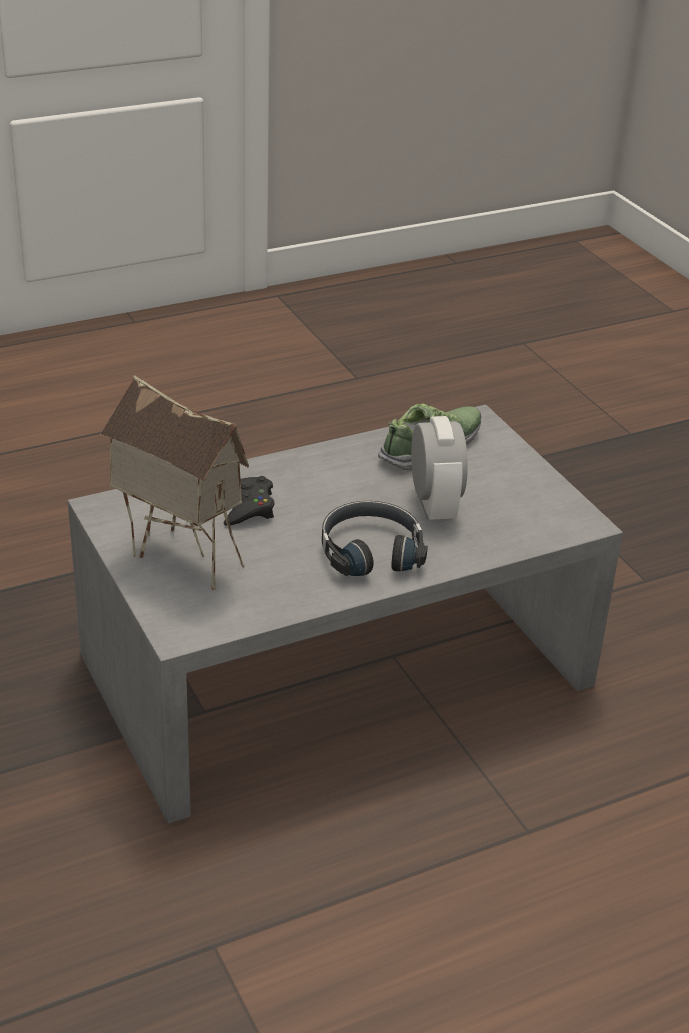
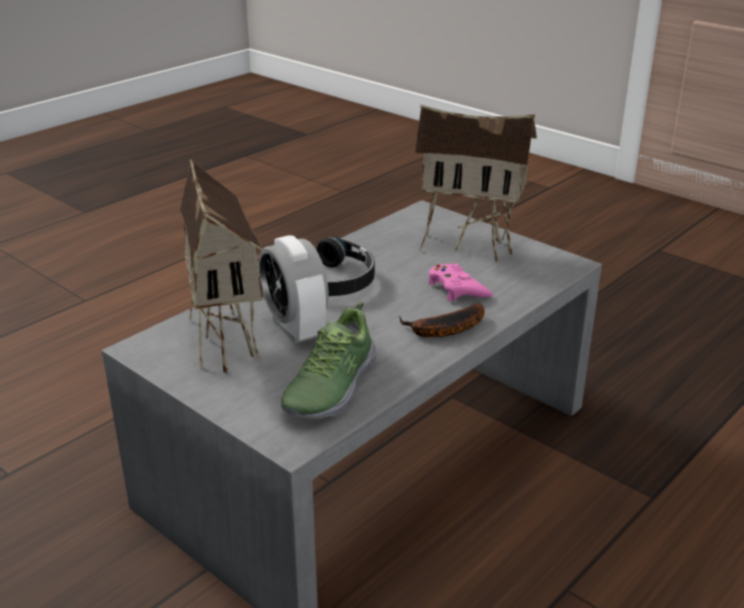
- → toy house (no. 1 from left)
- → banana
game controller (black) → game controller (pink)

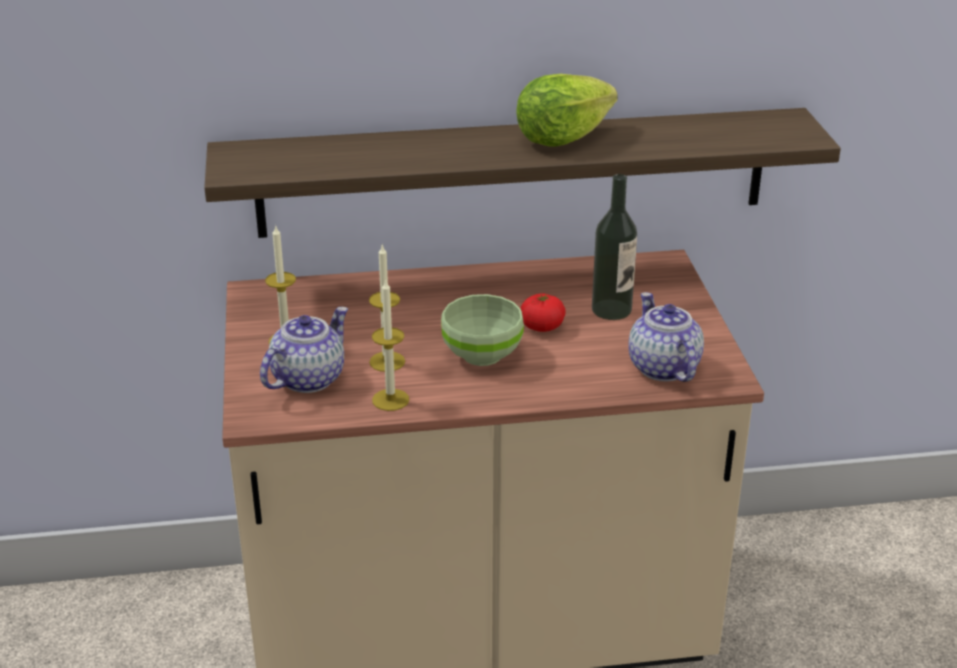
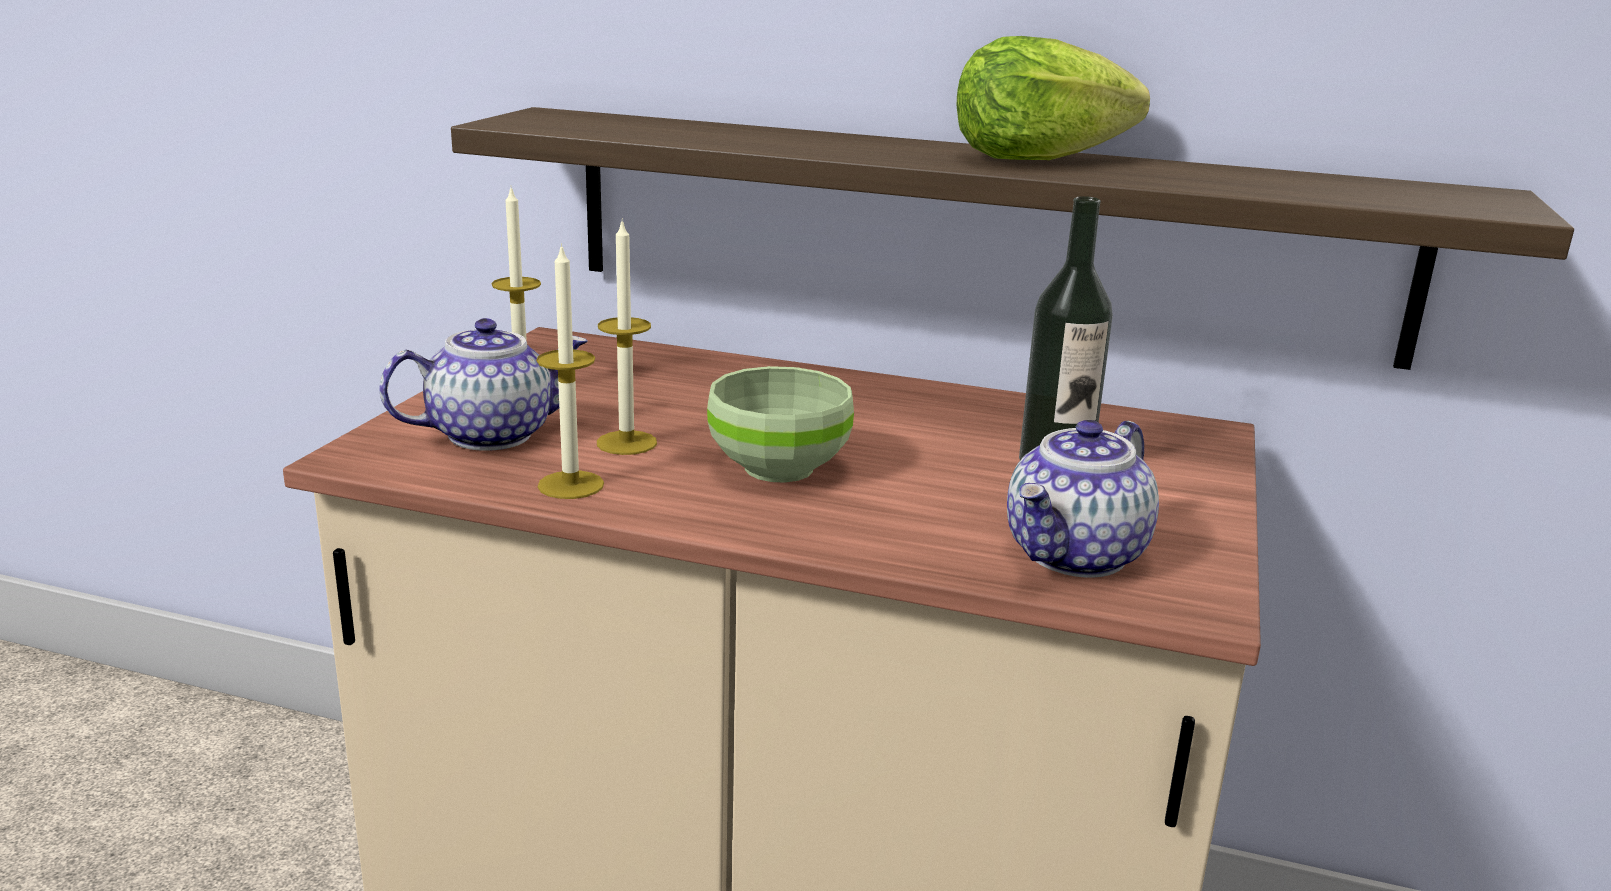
teapot (no. 2 from left), 150 degrees counterclockwise
tomato → -

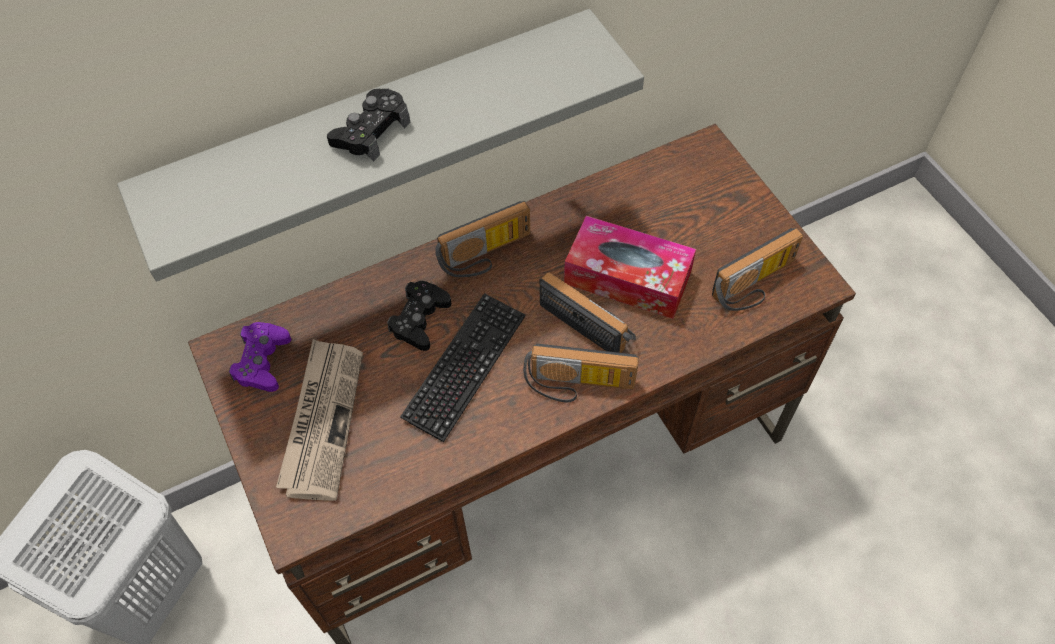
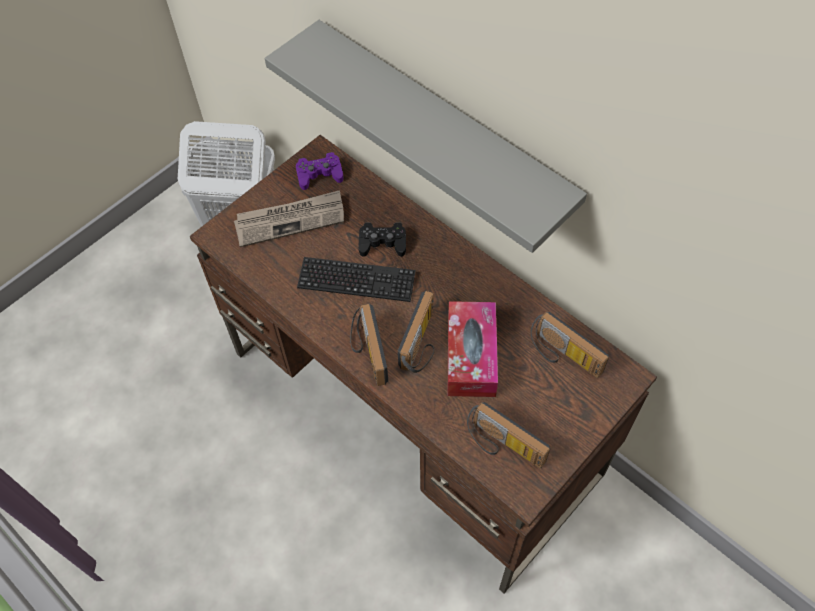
radio (no. 1 from left in the first image) → radio (no. 4 from left), shifted
game controller (black) (no. 1 from left) → -

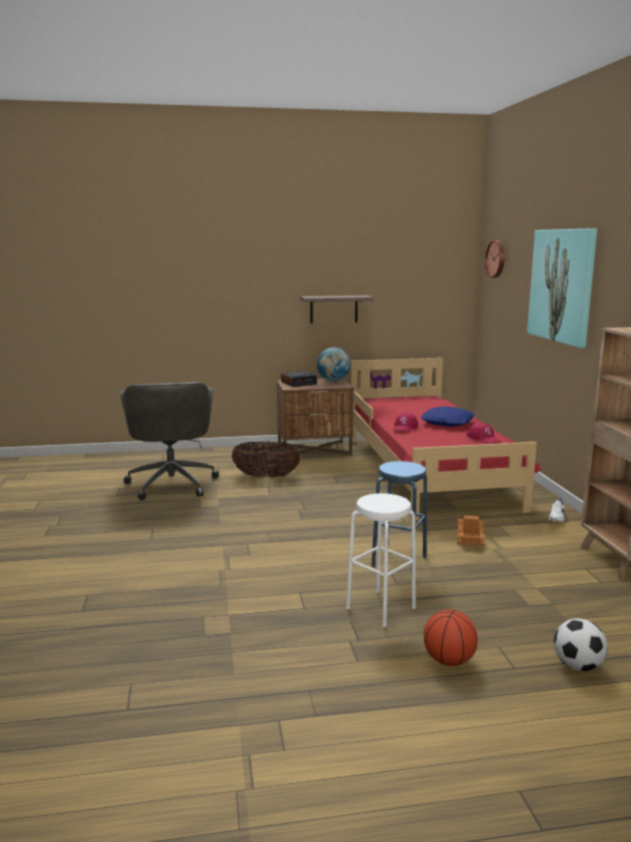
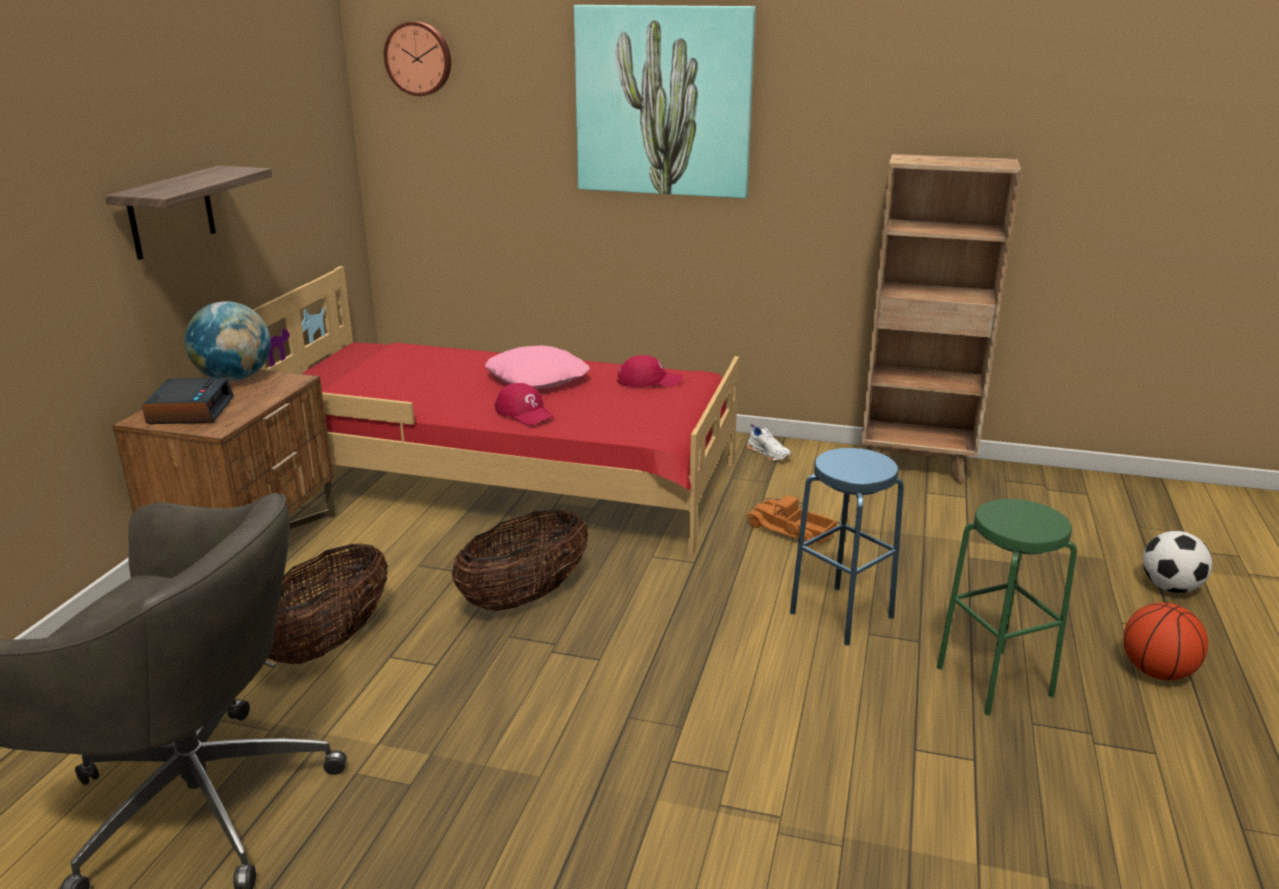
- → basket (no. 2 from left)
pillow (blue) → pillow (pink)
stool (white) → stool (green)

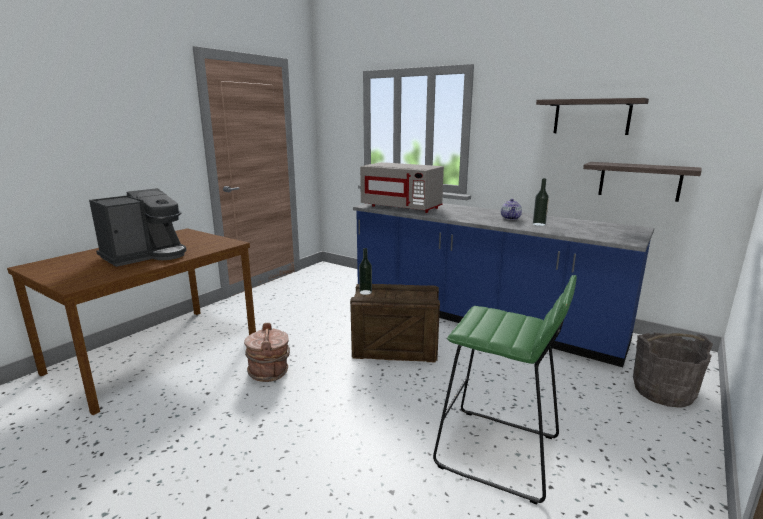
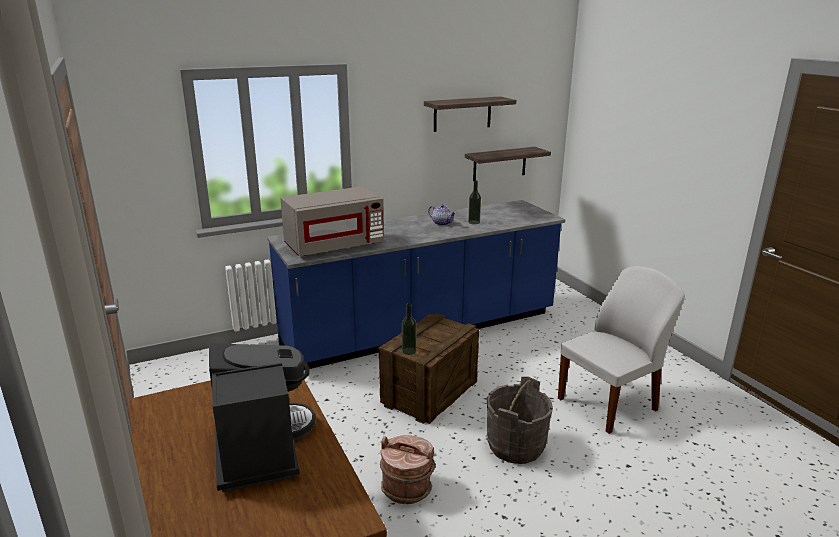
bucket (grey), shifted
stool (green) → chair (white)

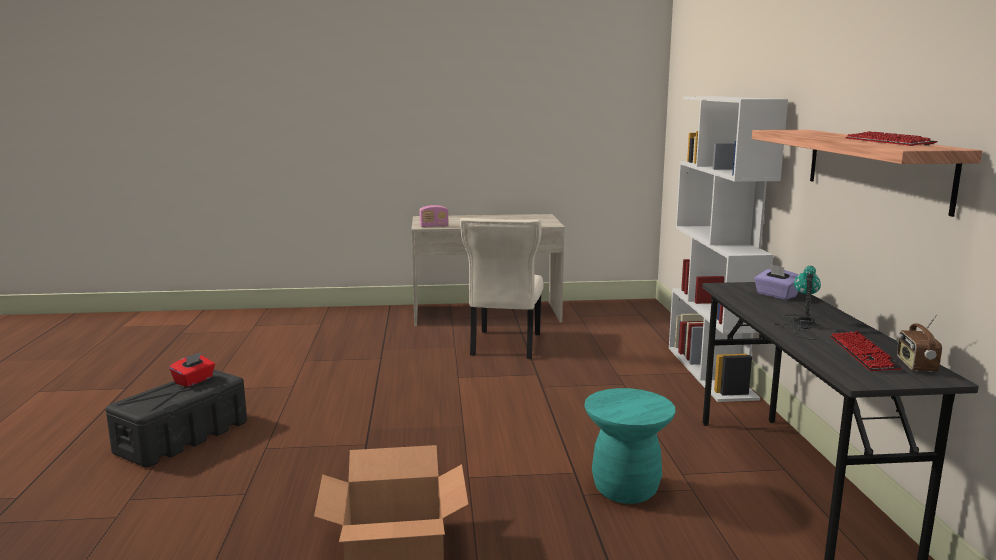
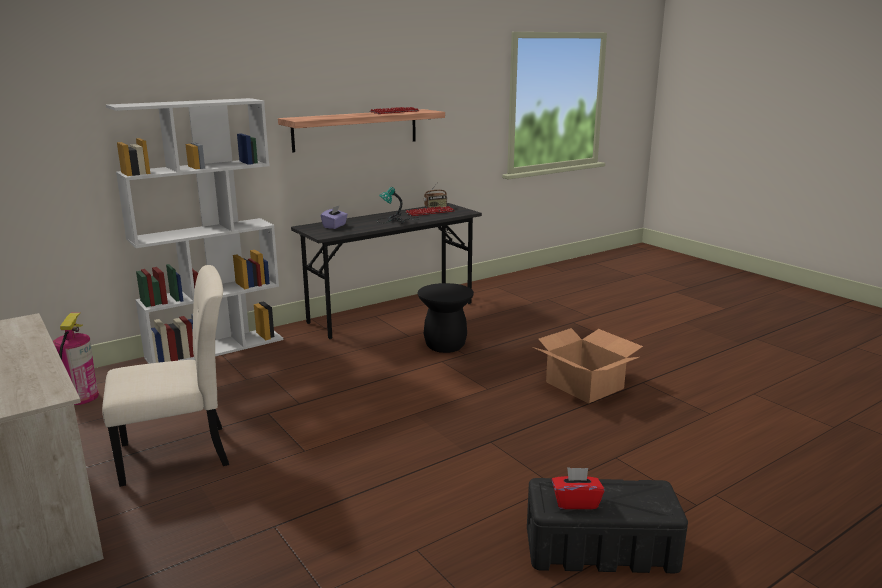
- → fire extinguisher
stool (turquoise) → stool (black)
radio (no. 1 from left) → -

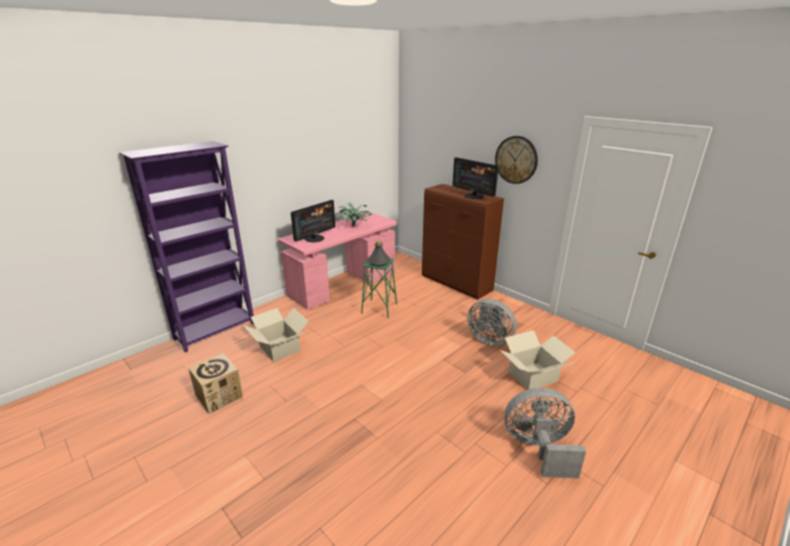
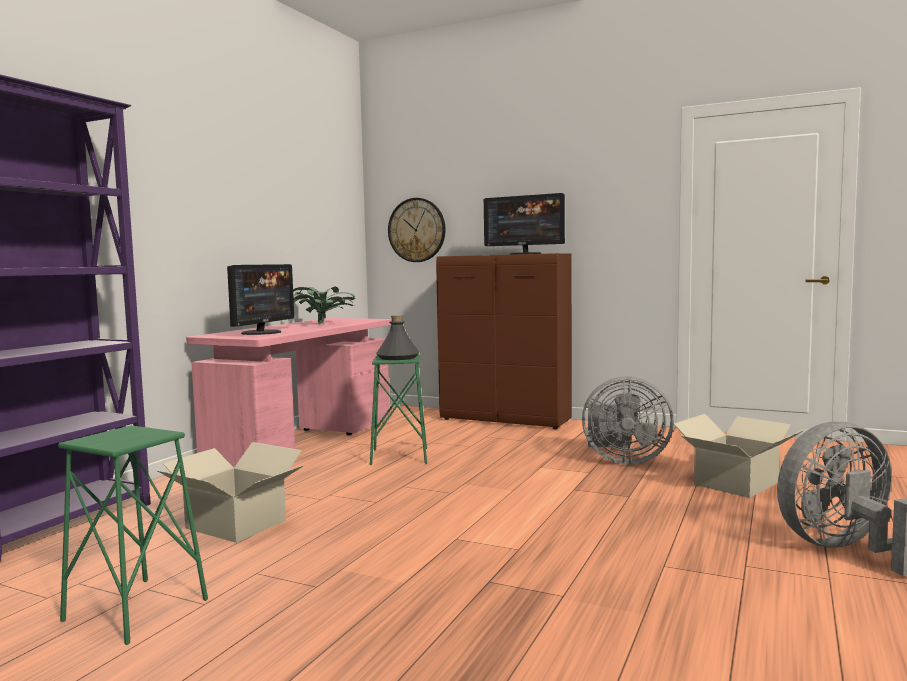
cardboard box (no. 1 from left) → stool (green) (no. 1 from left)
wall clock, shifted

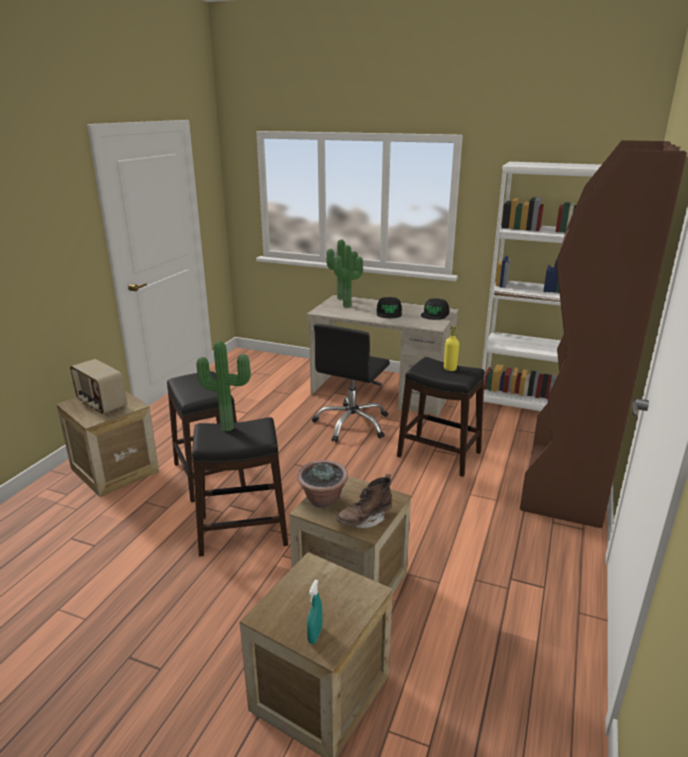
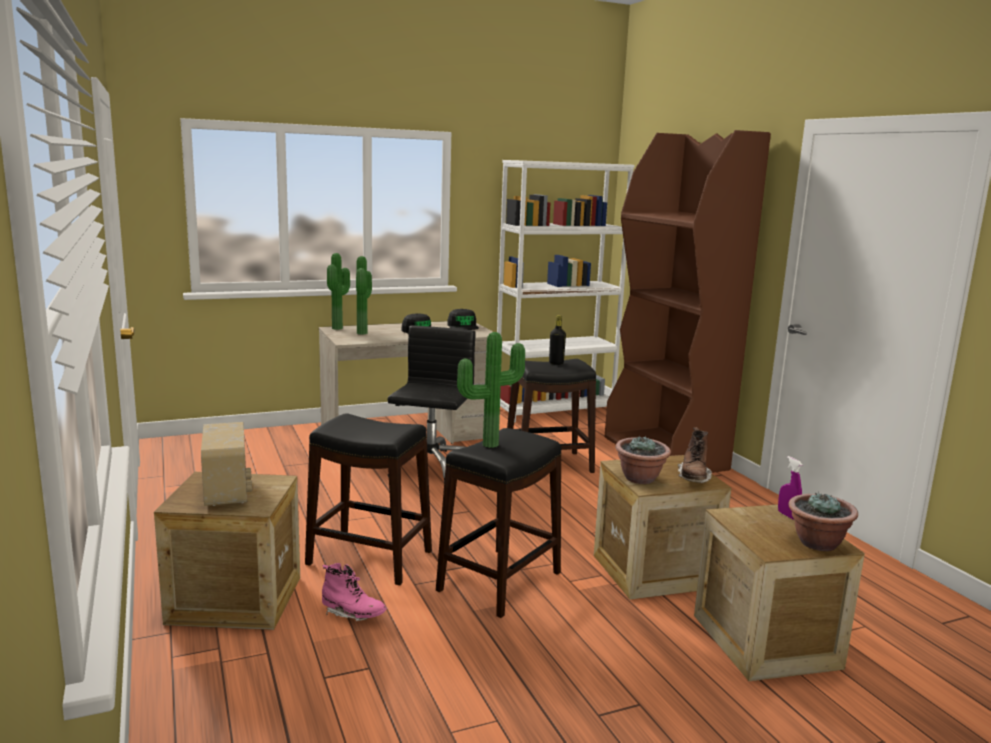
radio, 105 degrees counterclockwise
- → boot (pink)
office chair (black), 150 degrees counterclockwise
bottle (yellow) → bottle (black)
- → spray bottle (purple)
spray bottle (turquoise) → potted plant (no. 5 from left)

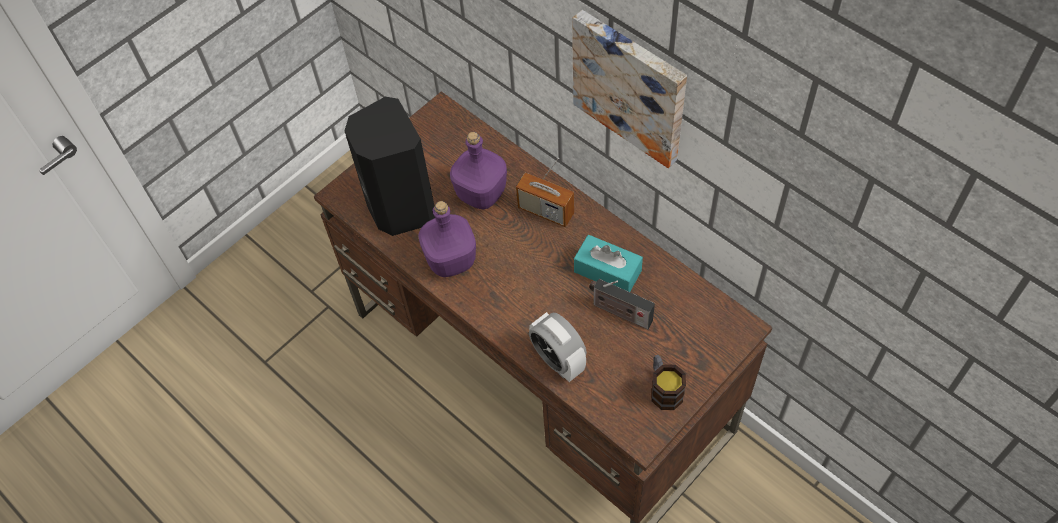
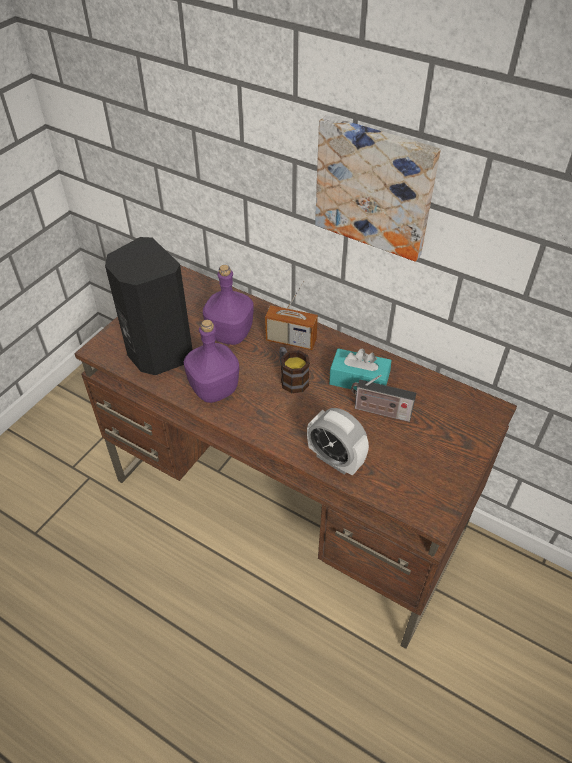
mug, shifted

